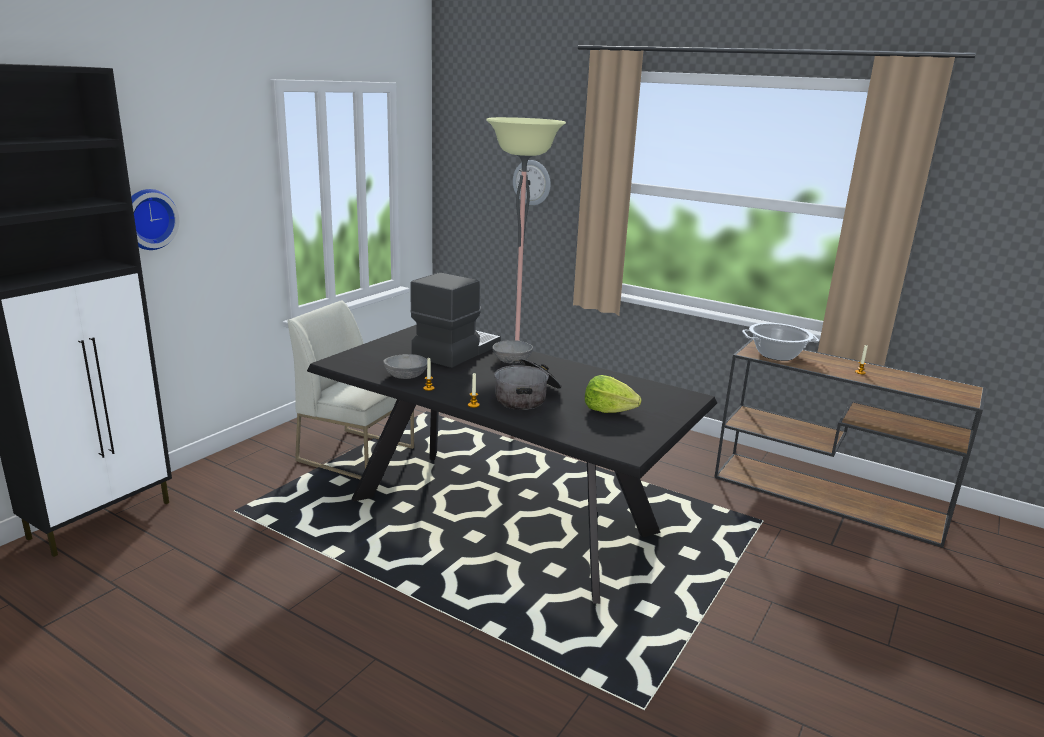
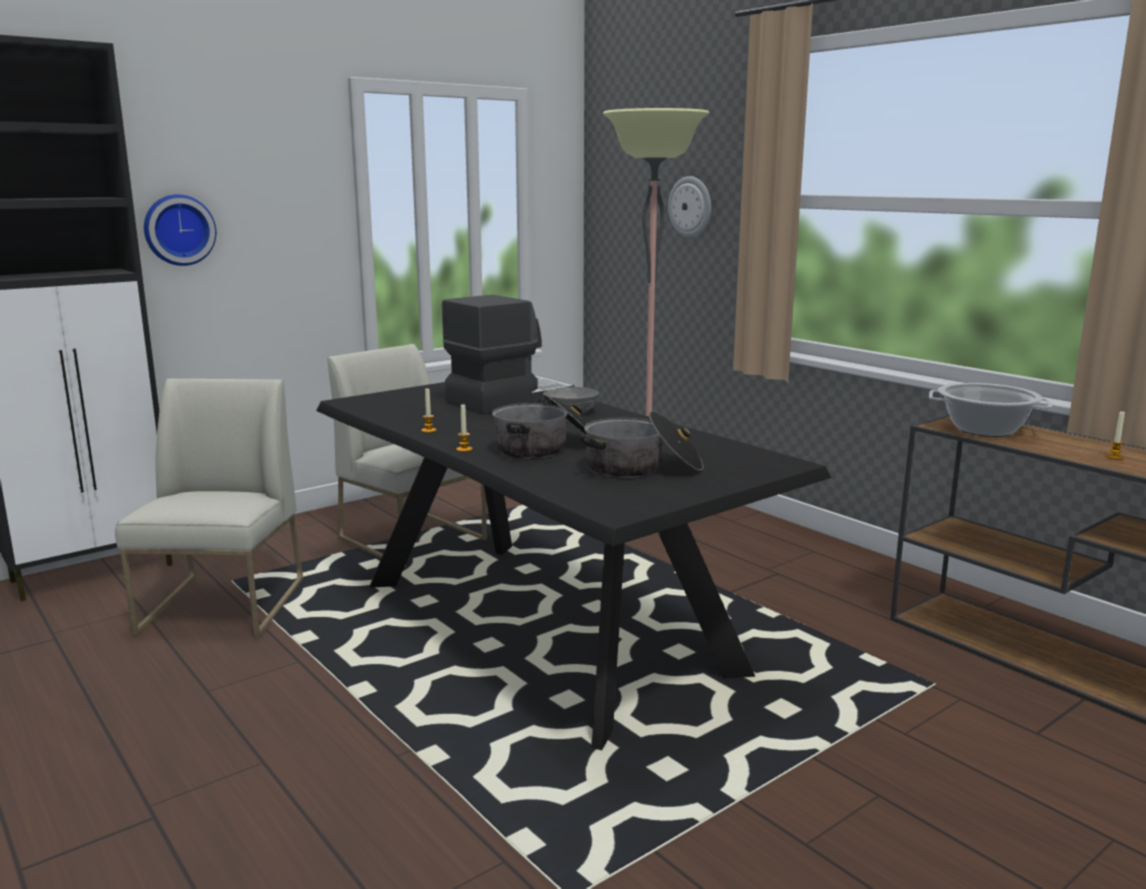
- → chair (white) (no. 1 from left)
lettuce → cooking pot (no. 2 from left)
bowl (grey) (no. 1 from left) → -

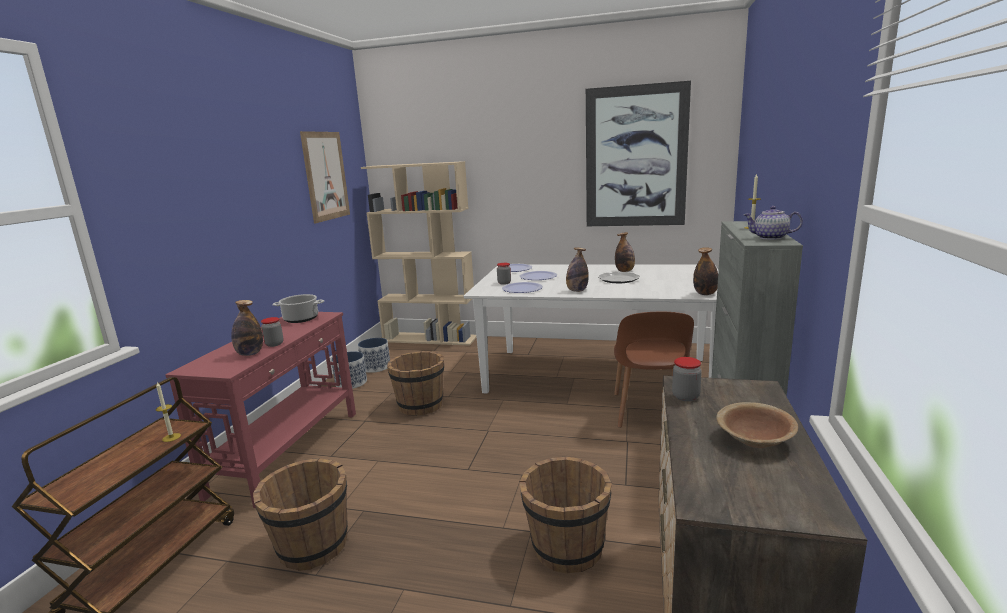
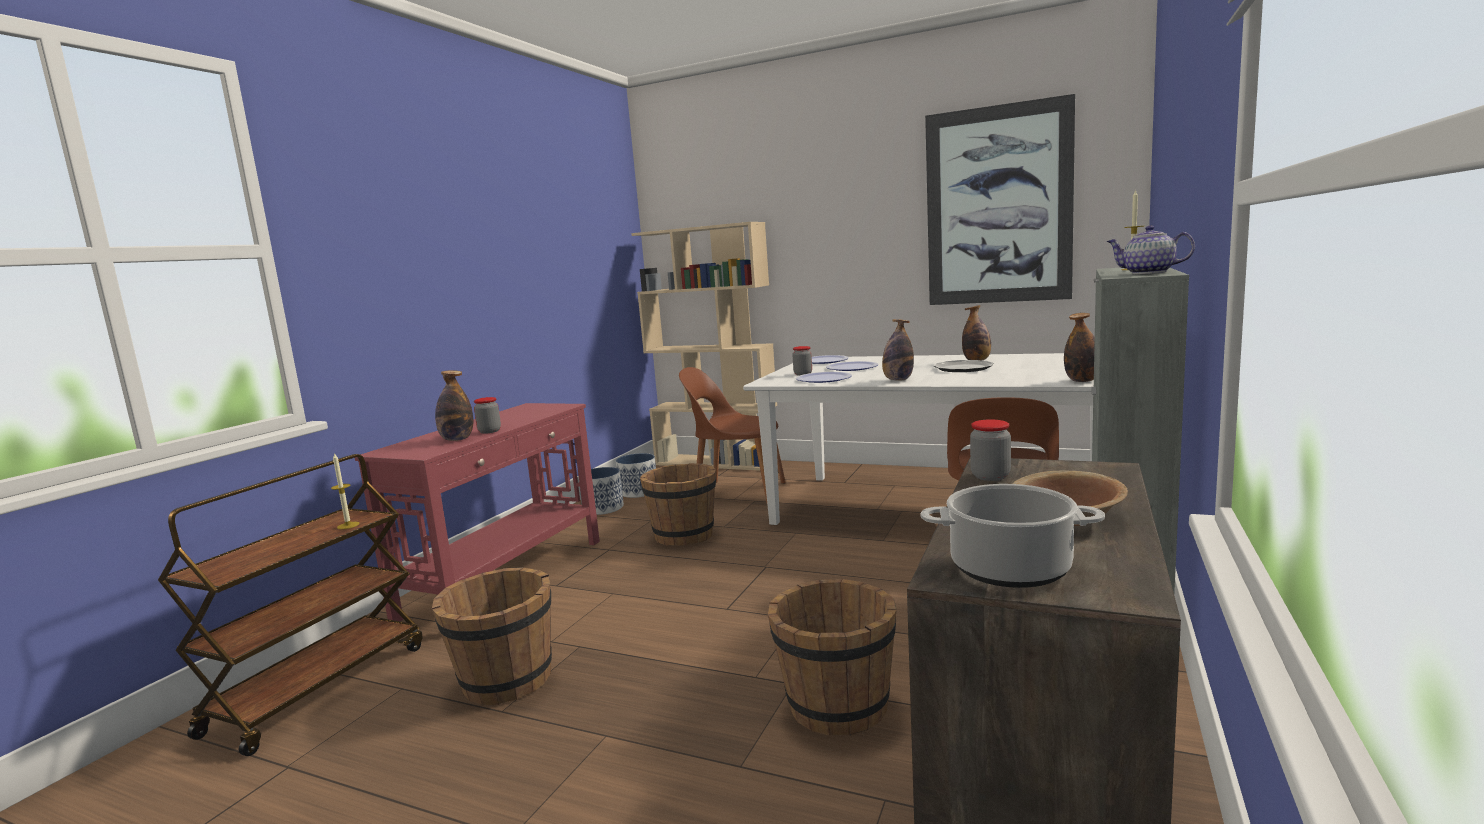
- → chair (brown) (no. 1 from left)
cooking pot, shifted
picture (no. 1 from left) → -

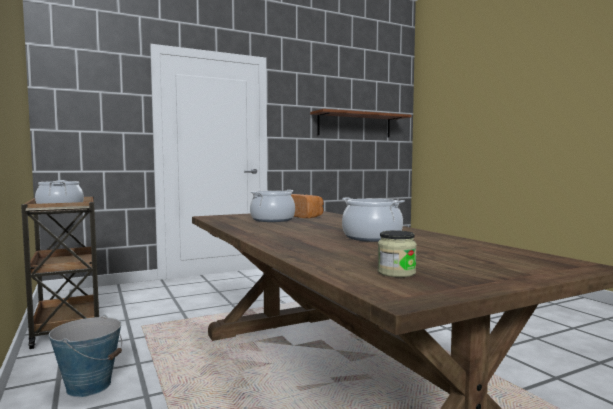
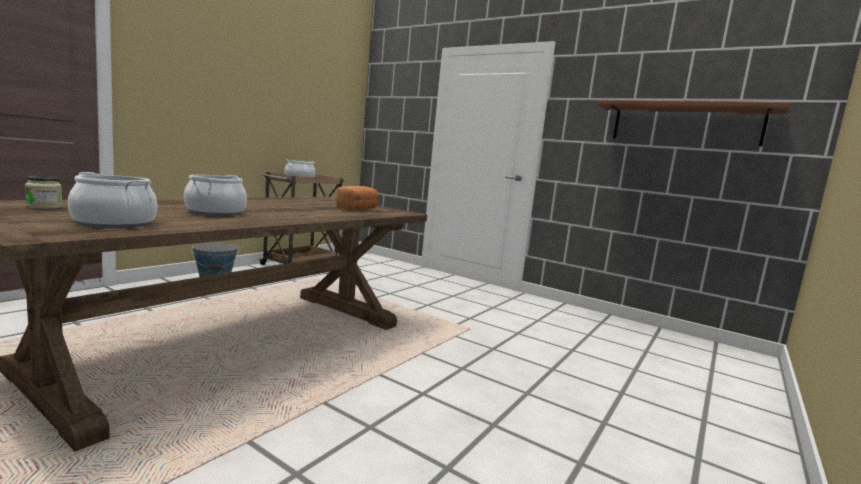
cooking pot (no. 2 from left in the first image) → cooking pot (no. 1 from left), shifted

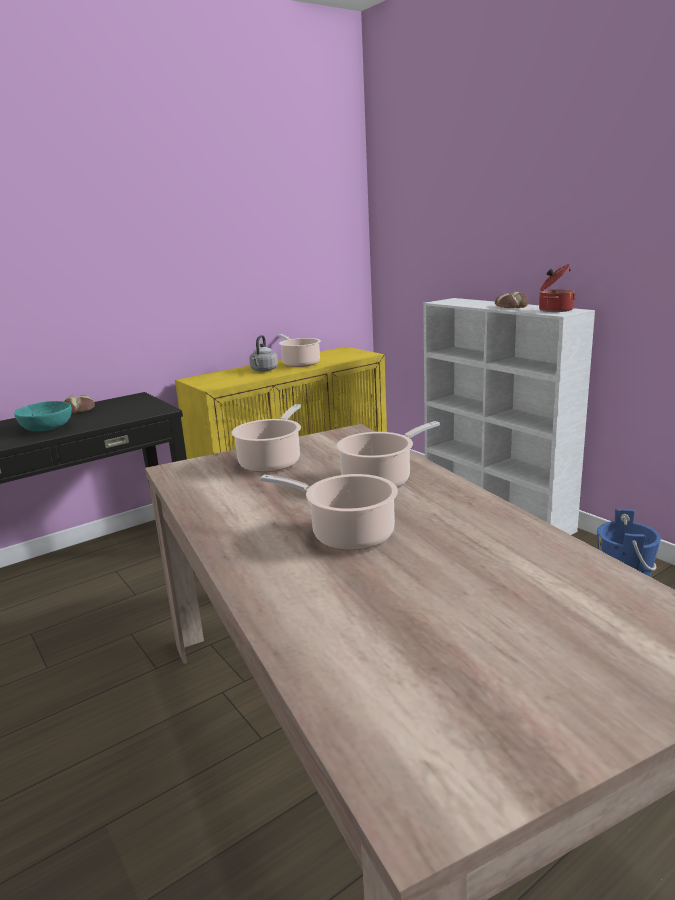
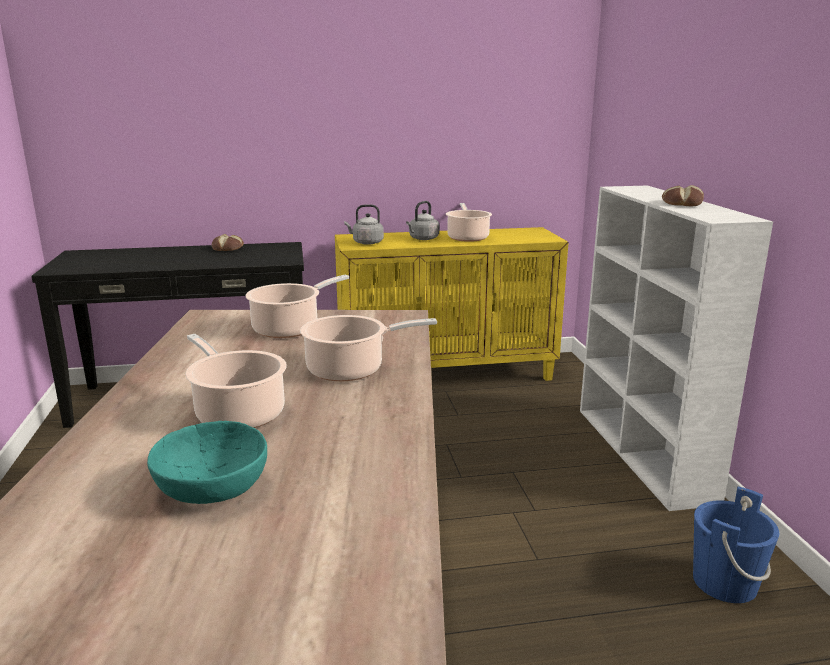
bowl (turquoise), shifted
- → kettle (grey) (no. 1 from left)
cooking pot (no. 5 from left) → -

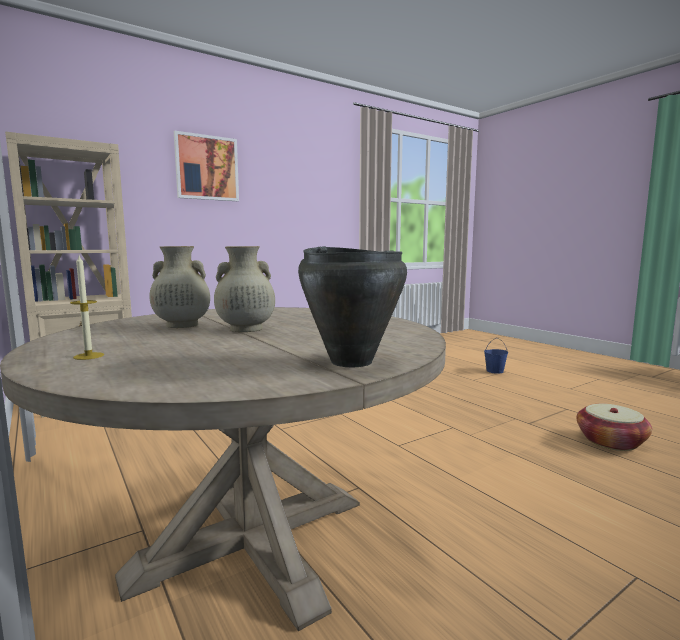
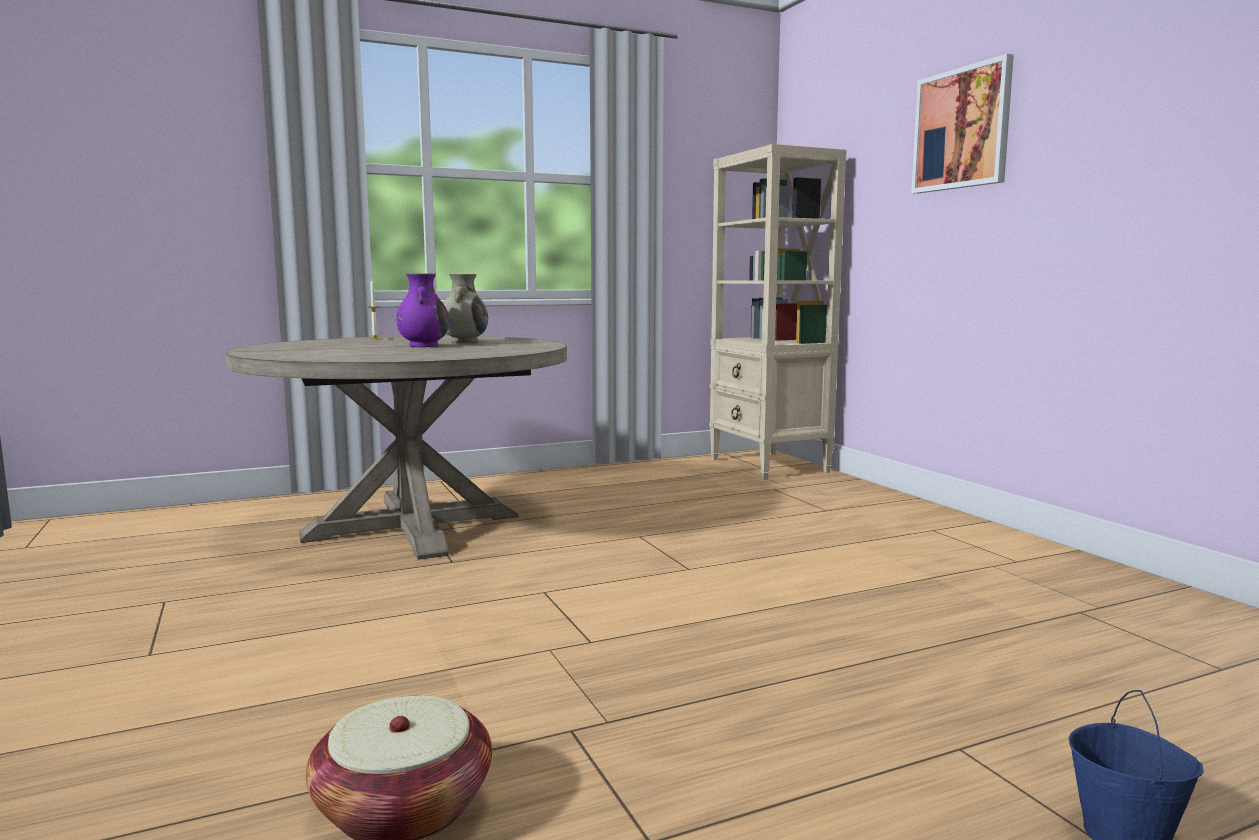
vase (beige) (no. 2 from left) → vase (purple)
cooking pot (black) → -

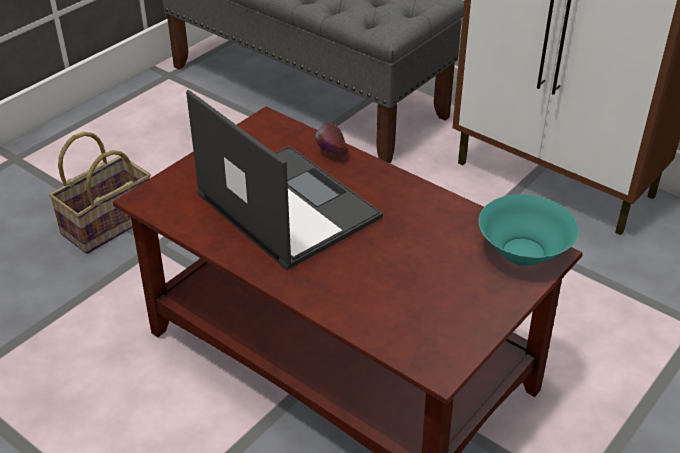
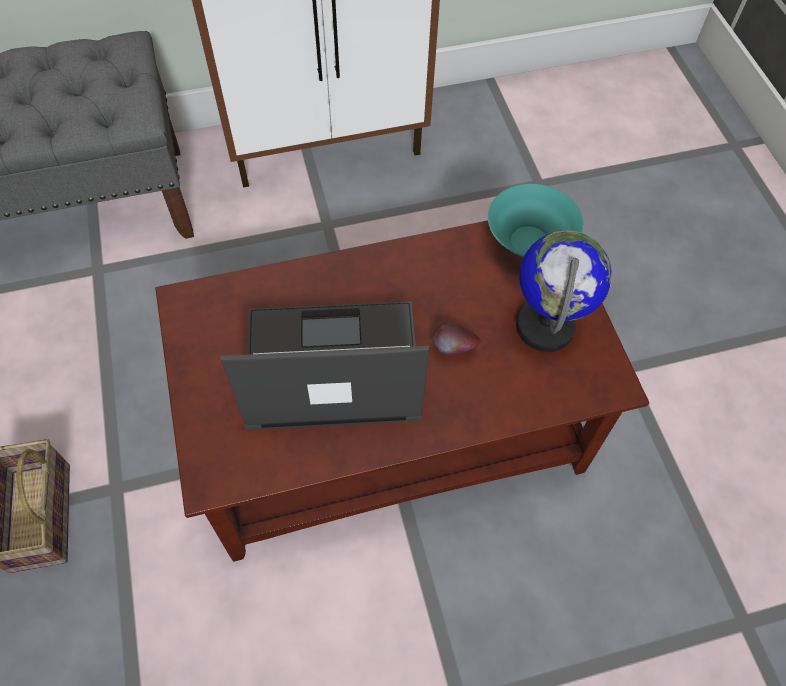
apple, shifted
- → globe

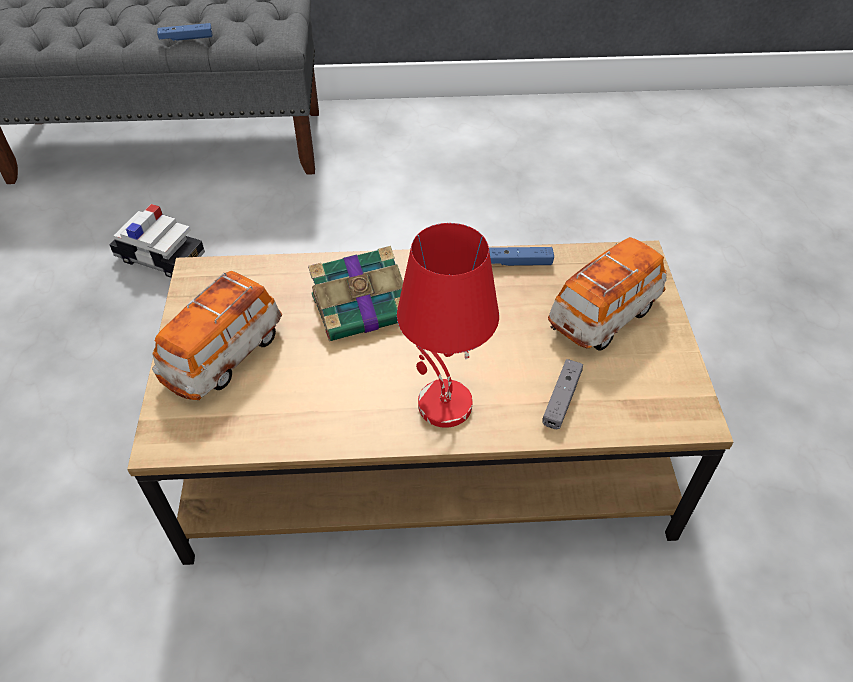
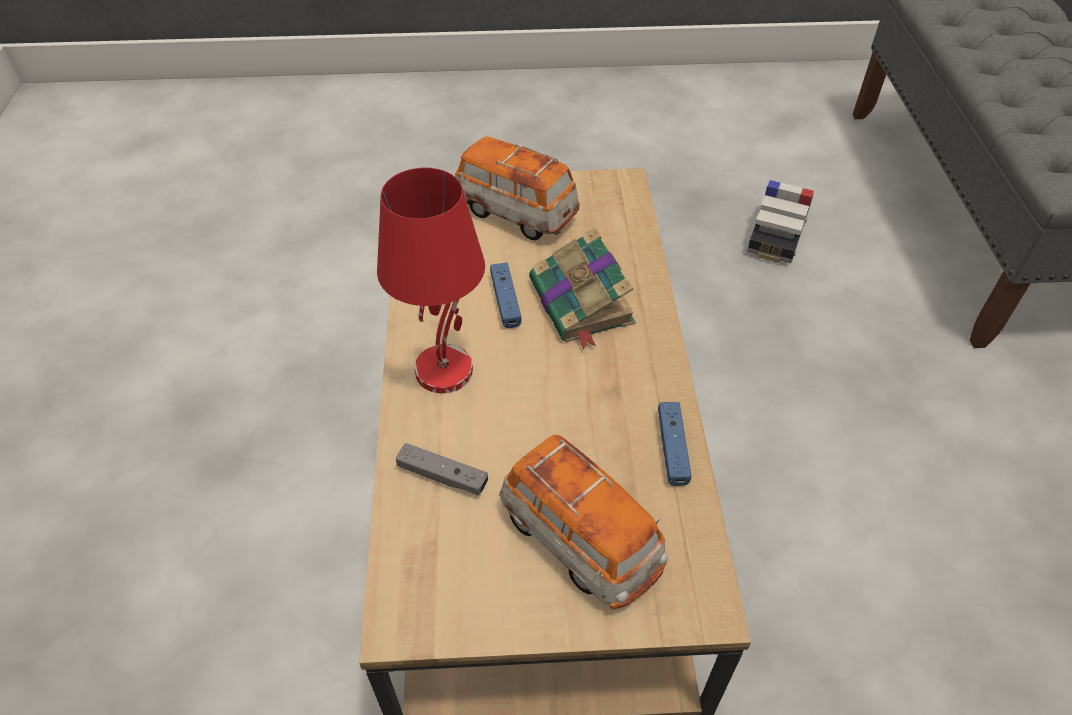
game controller (blue) (no. 1 from left), shifted

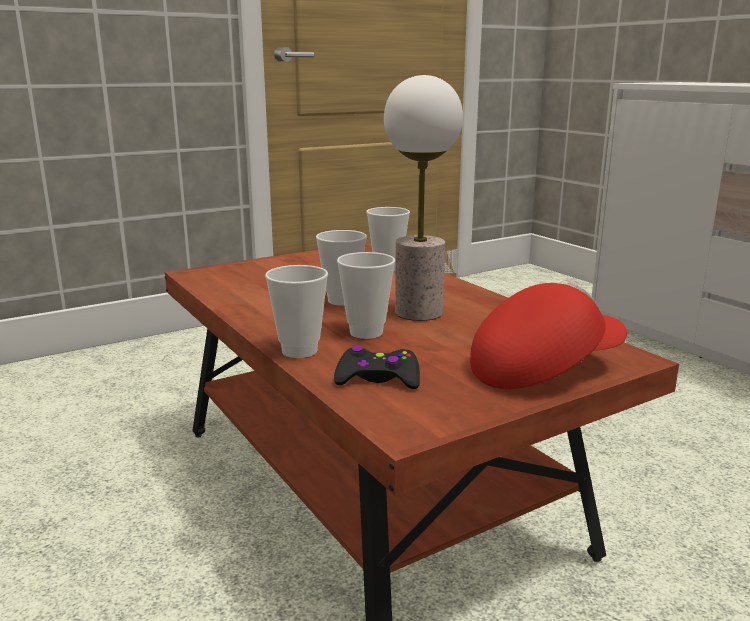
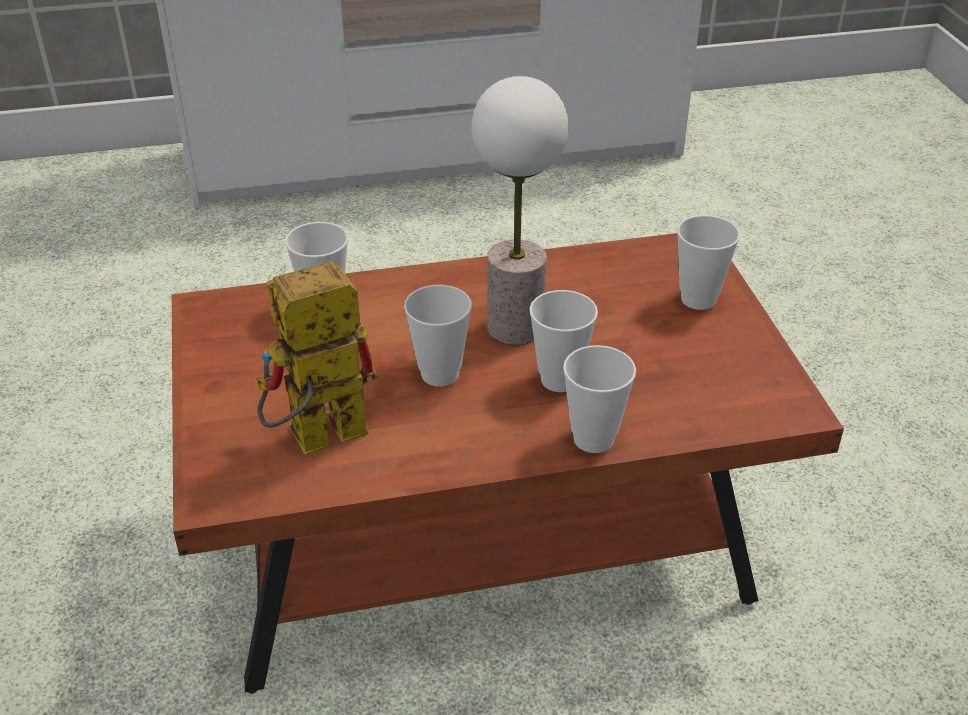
- → toy robot
cap (red) → cup (no. 5 from left)
game controller (black) → -

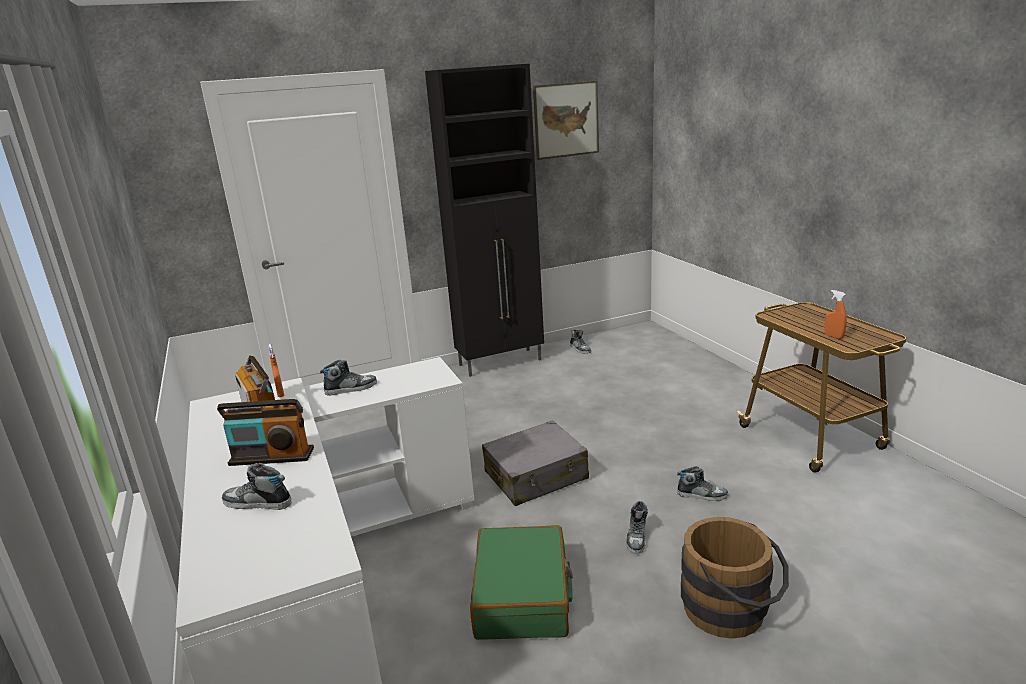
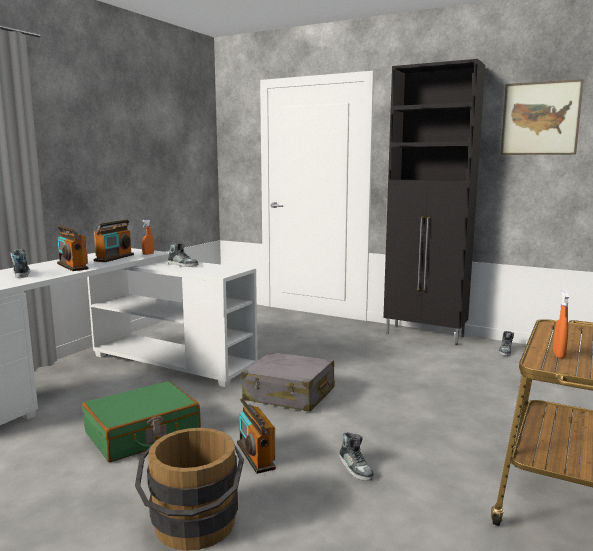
shoe (no. 4 from left) → radio (no. 3 from left)

